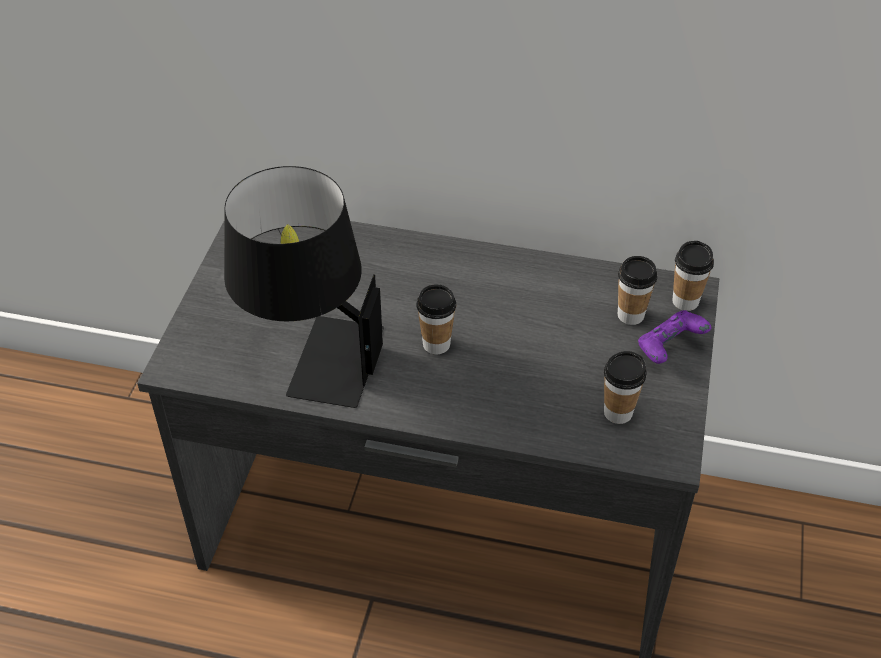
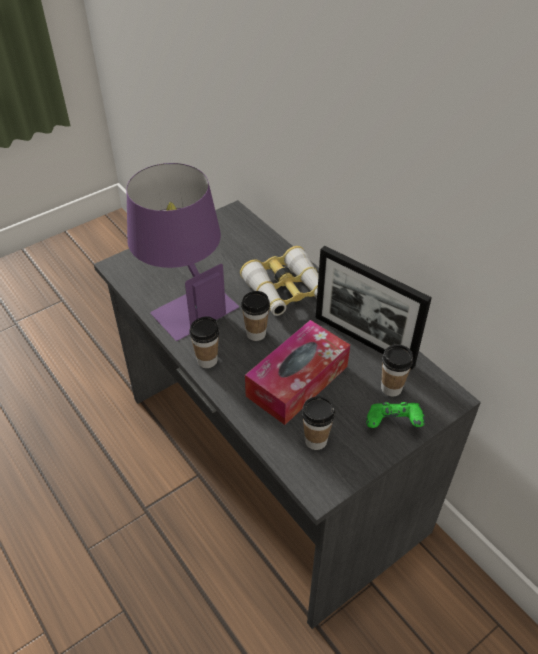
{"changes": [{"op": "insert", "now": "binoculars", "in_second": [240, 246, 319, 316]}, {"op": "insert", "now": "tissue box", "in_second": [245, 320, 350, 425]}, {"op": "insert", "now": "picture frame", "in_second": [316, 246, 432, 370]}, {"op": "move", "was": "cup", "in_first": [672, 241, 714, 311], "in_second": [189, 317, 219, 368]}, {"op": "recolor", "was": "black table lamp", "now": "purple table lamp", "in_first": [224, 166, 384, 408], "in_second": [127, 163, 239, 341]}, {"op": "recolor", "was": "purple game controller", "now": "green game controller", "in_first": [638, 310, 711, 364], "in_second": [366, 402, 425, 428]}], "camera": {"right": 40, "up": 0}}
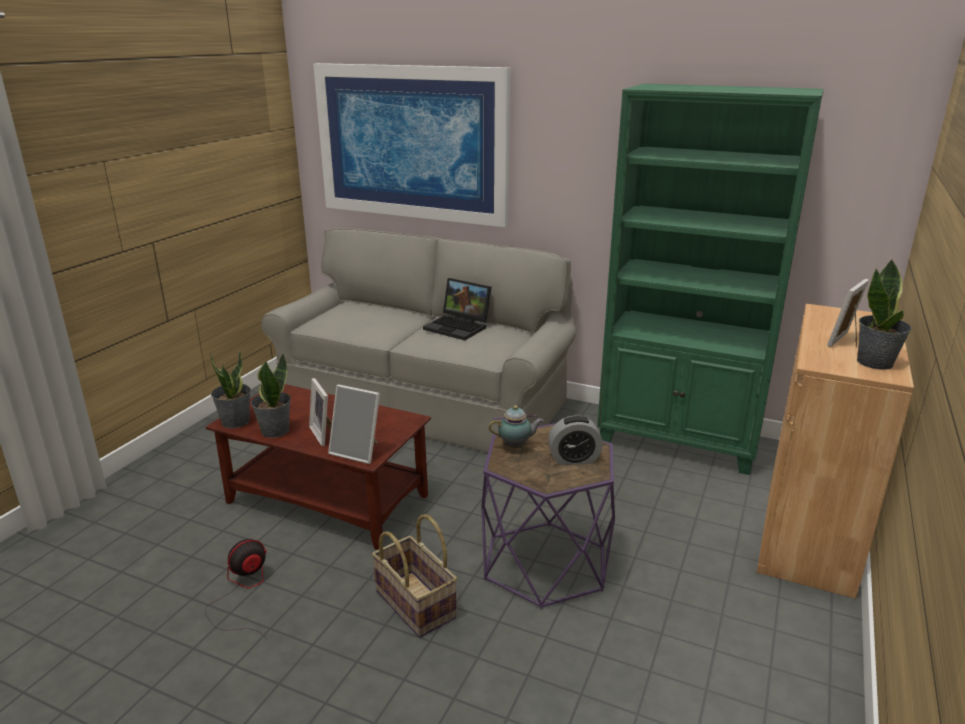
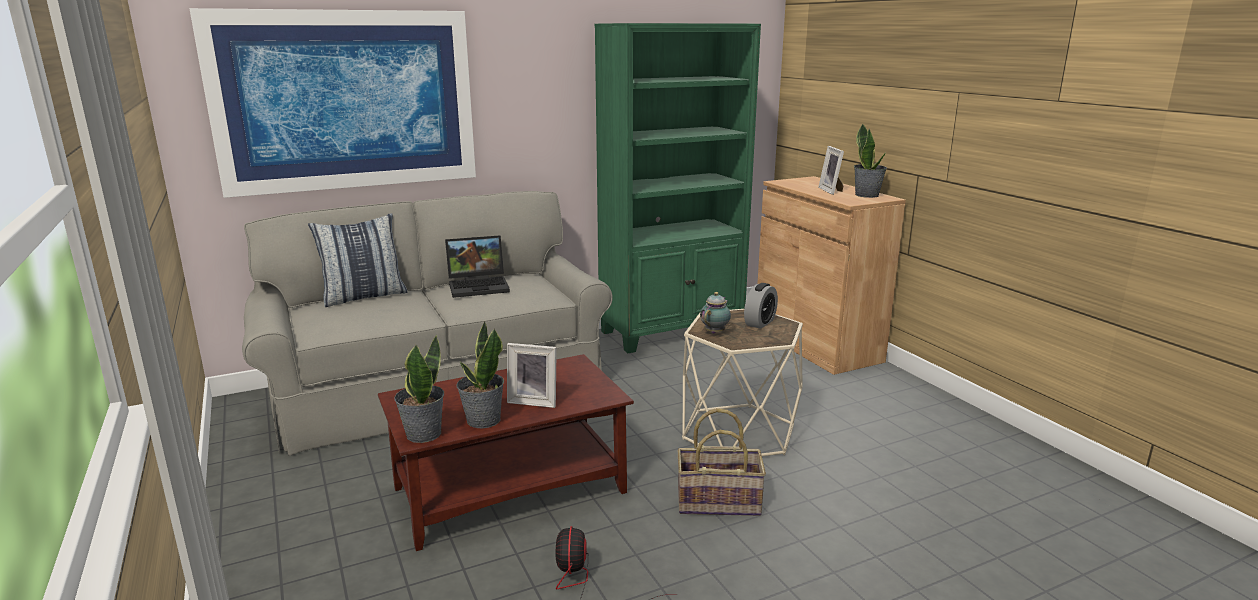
{"changes": [{"op": "delete", "was": "picture frame", "in_first": [328, 384, 380, 464]}, {"op": "insert", "now": "pillow", "in_second": [308, 213, 407, 307]}, {"op": "recolor", "was": "purple side table", "now": "beige side table", "in_first": [481, 423, 615, 609], "in_second": [682, 309, 803, 456]}], "camera": {"right": -50, "up": -5}}
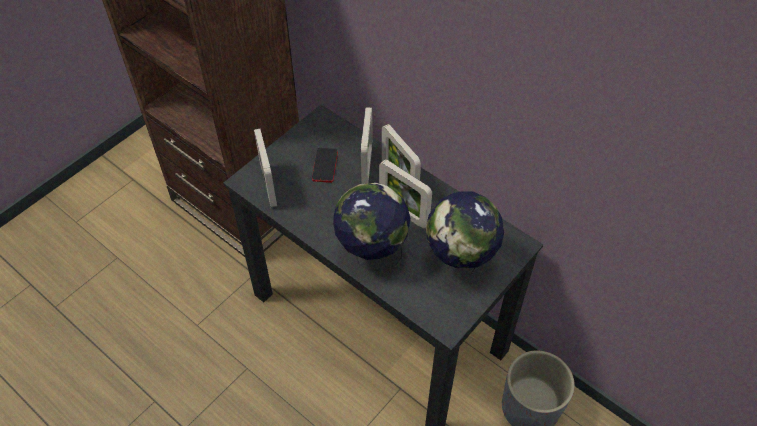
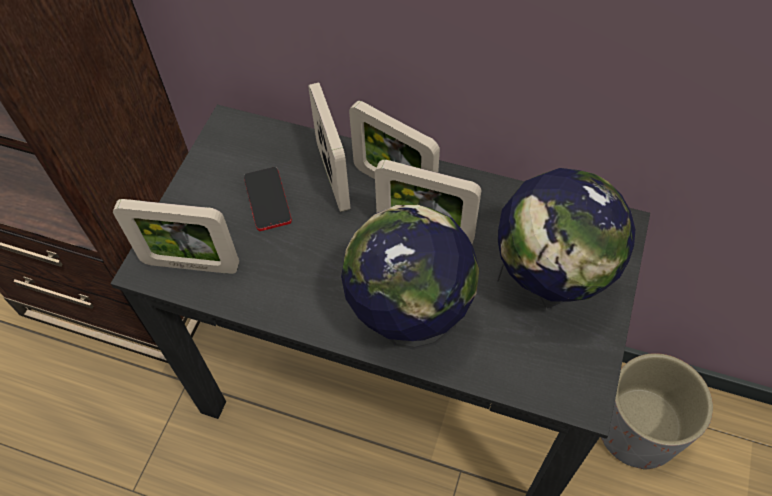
{"changes": [{"op": "rotate", "was": "picture frame", "in_first": [254, 129, 277, 207], "in_second": [113, 199, 239, 274], "clockwise": 135}], "camera": {"right": -20, "up": 5}}
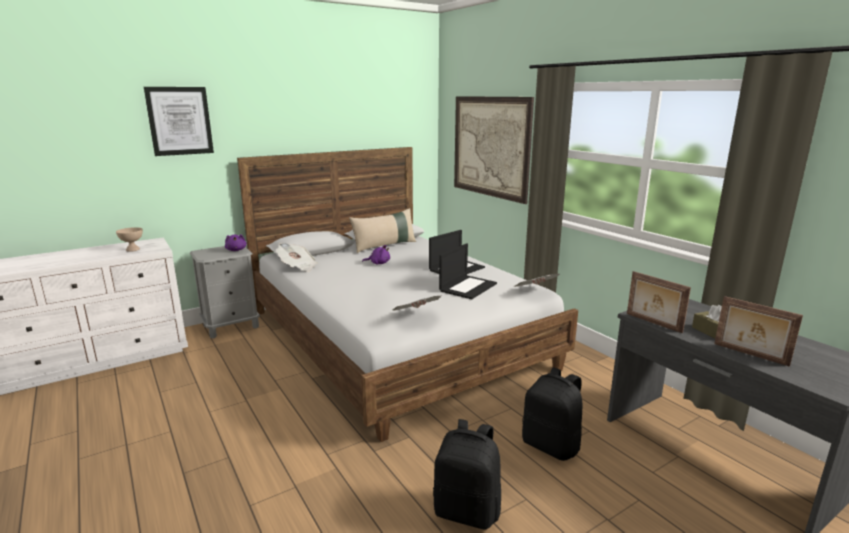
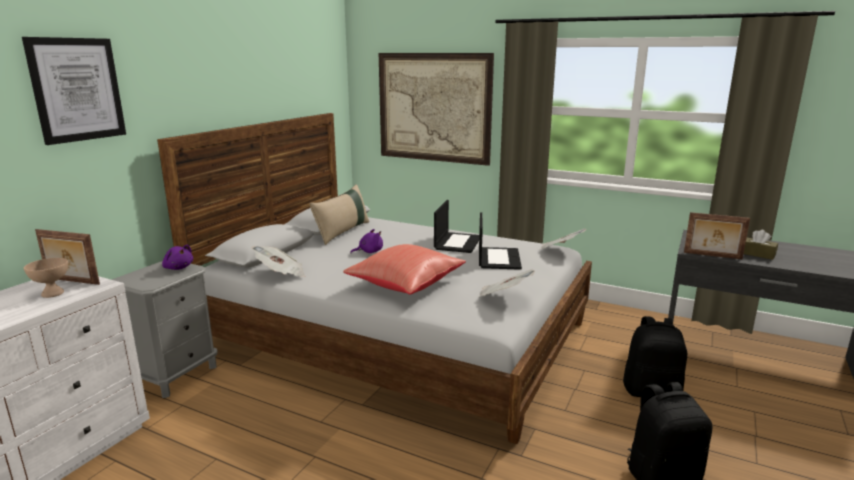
{"changes": [{"op": "insert", "now": "red pillow", "in_second": [343, 244, 466, 295]}, {"op": "move", "was": "picture frame", "in_first": [714, 296, 803, 367], "in_second": [35, 229, 100, 285]}], "camera": {"right": -30, "up": 0}}
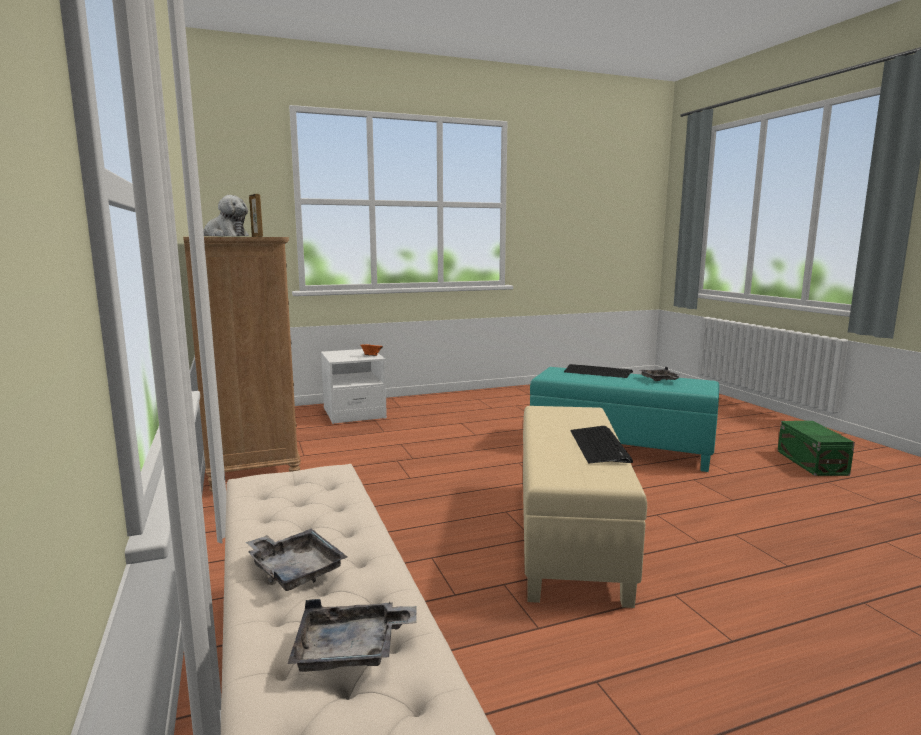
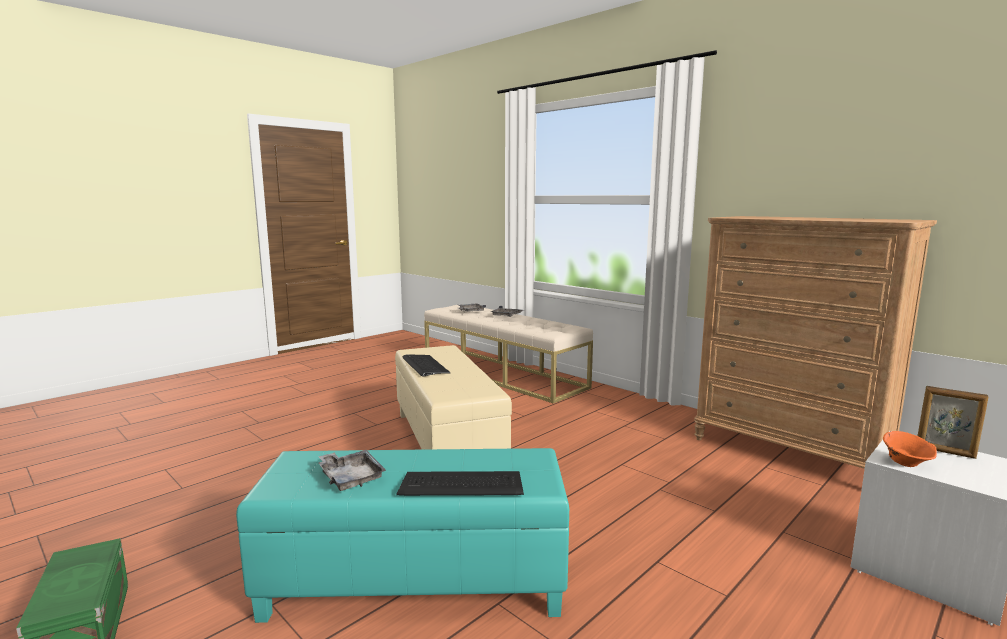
{"changes": [{"op": "delete", "was": "plush toy", "in_first": [203, 195, 249, 237]}, {"op": "move", "was": "picture frame", "in_first": [249, 194, 263, 237], "in_second": [918, 386, 988, 459]}], "camera": {"right": 155, "up": 0}}
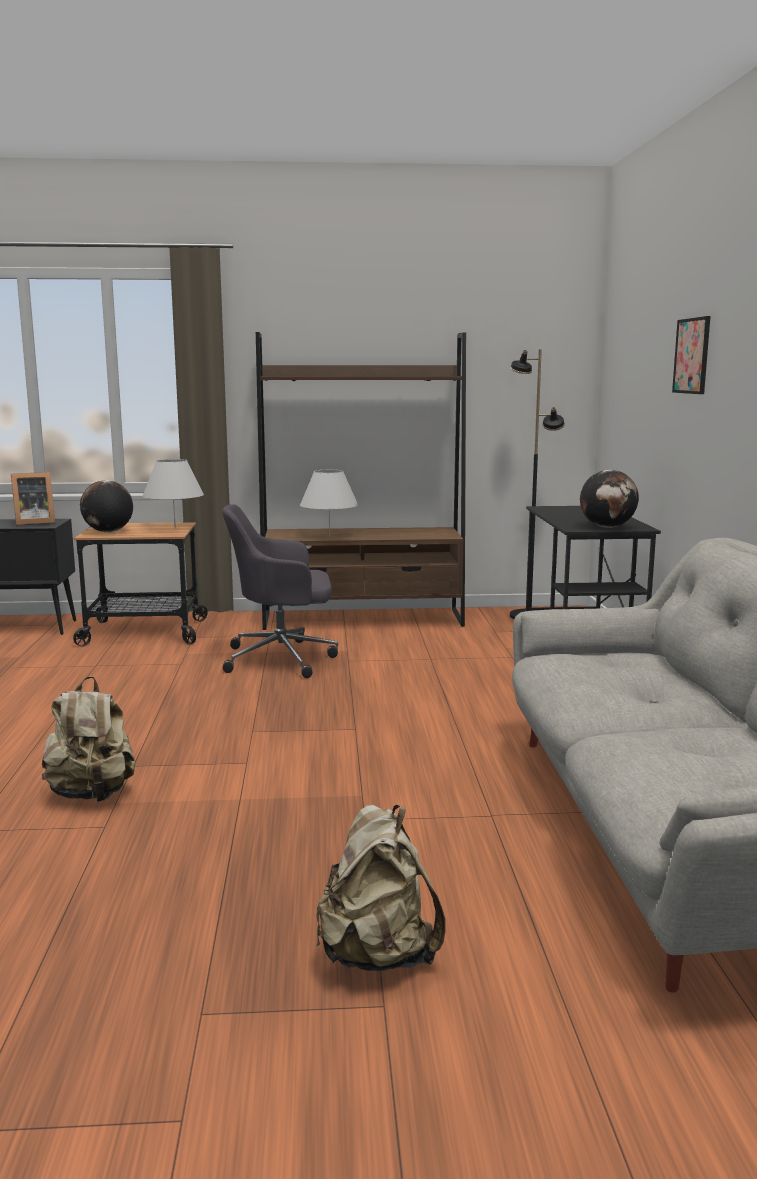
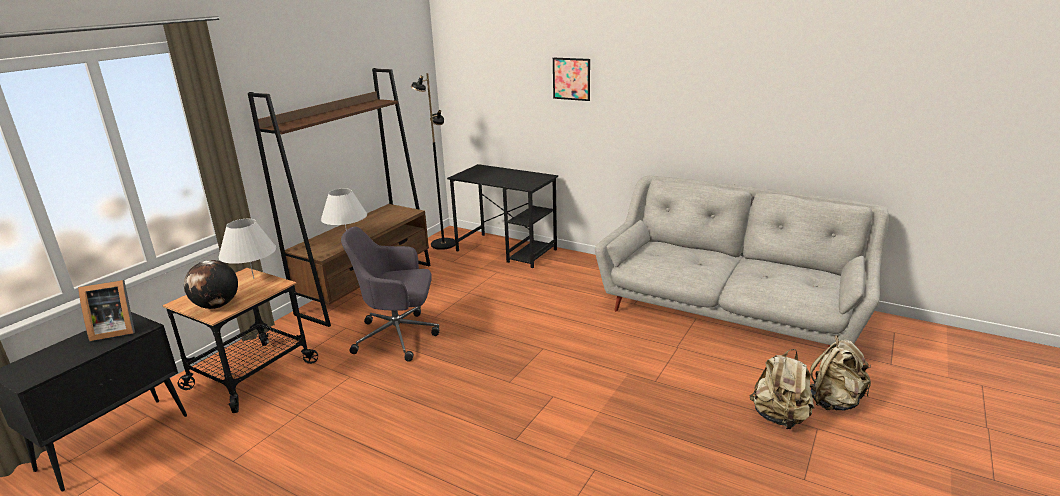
{"changes": [{"op": "delete", "was": "globe", "in_first": [580, 470, 639, 528]}, {"op": "move", "was": "beige backpack", "in_first": [42, 676, 135, 802], "in_second": [810, 335, 871, 410]}, {"op": "rotate", "was": "picture frame", "in_first": [11, 472, 55, 526], "in_second": [78, 280, 135, 341], "clockwise": 60}, {"op": "rotate", "was": "grey office chair", "in_first": [222, 504, 338, 678], "in_second": [341, 227, 439, 362], "clockwise": 60}], "camera": {"right": -55, "up": 10}}
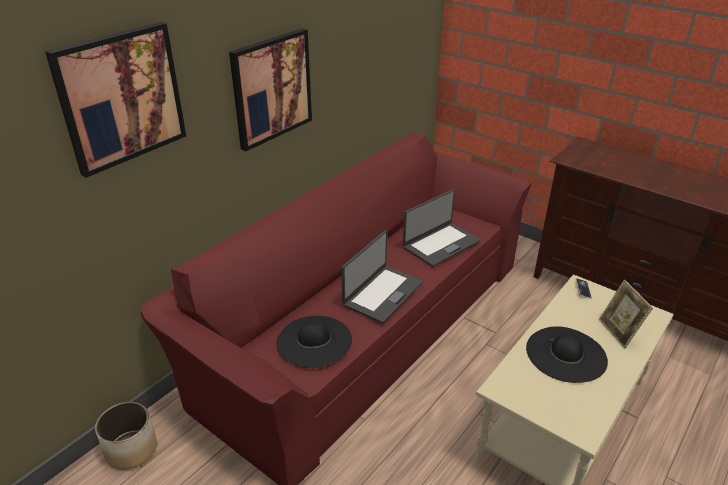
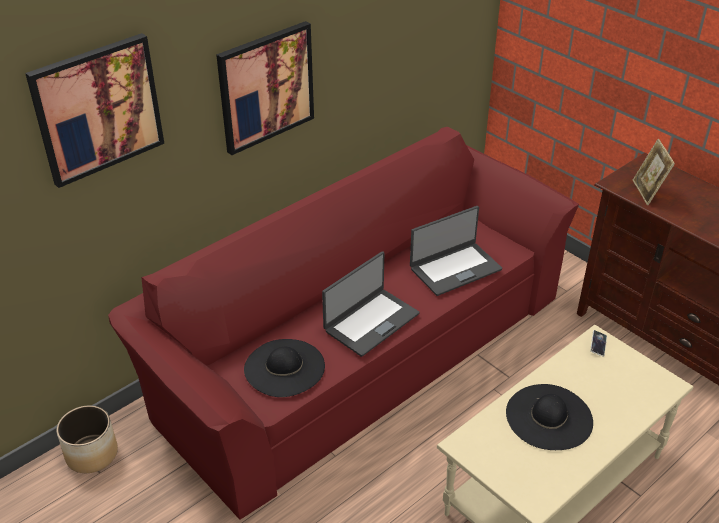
{"changes": [{"op": "move", "was": "picture frame", "in_first": [599, 280, 653, 349], "in_second": [633, 139, 675, 205]}], "camera": {"right": 10, "up": 5}}
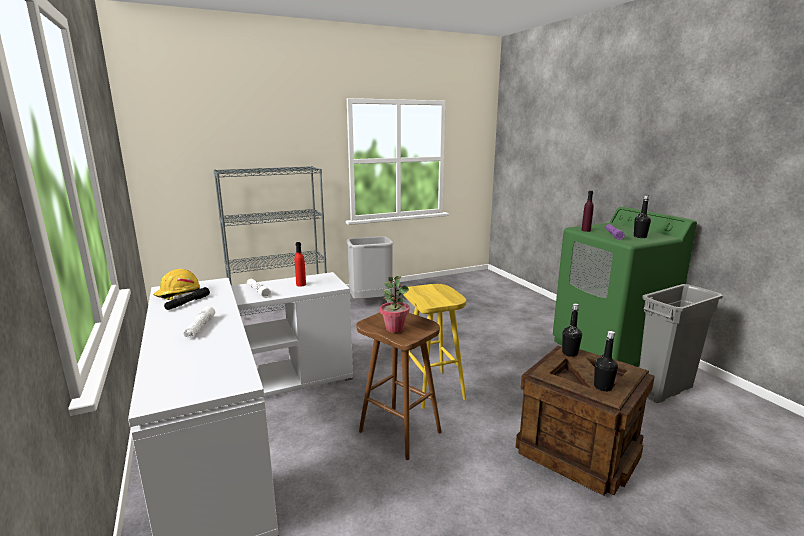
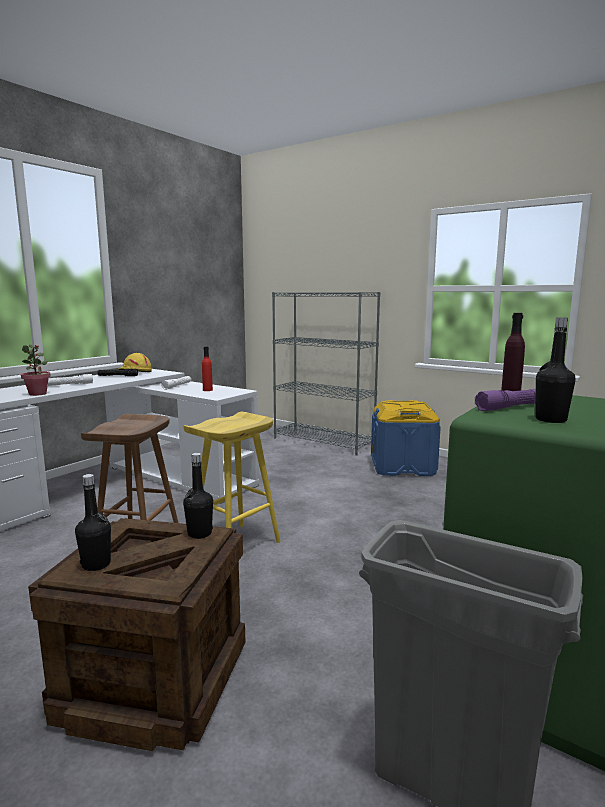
{"changes": [{"op": "move", "was": "potted plant", "in_first": [380, 276, 409, 333], "in_second": [21, 344, 51, 396]}, {"op": "replace", "was": "grey trash can", "now": "blue storage box", "in_first": [346, 236, 394, 299], "in_second": [371, 400, 441, 476]}], "camera": {"right": 60, "up": -5}}
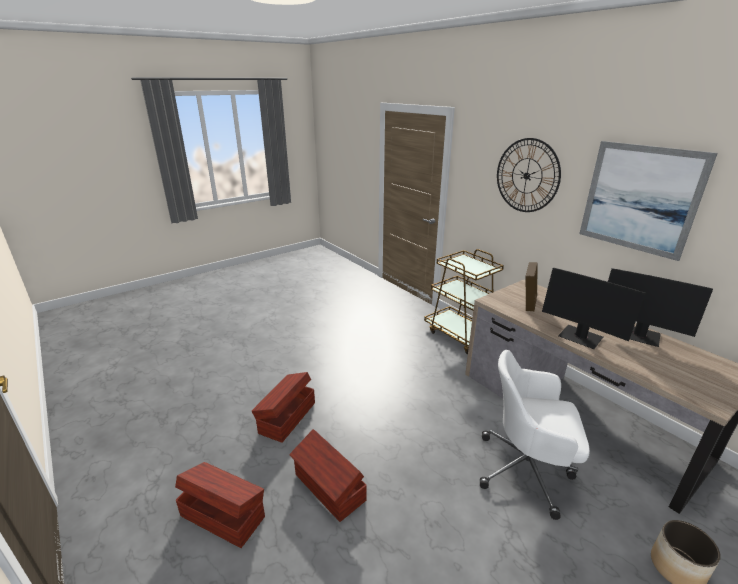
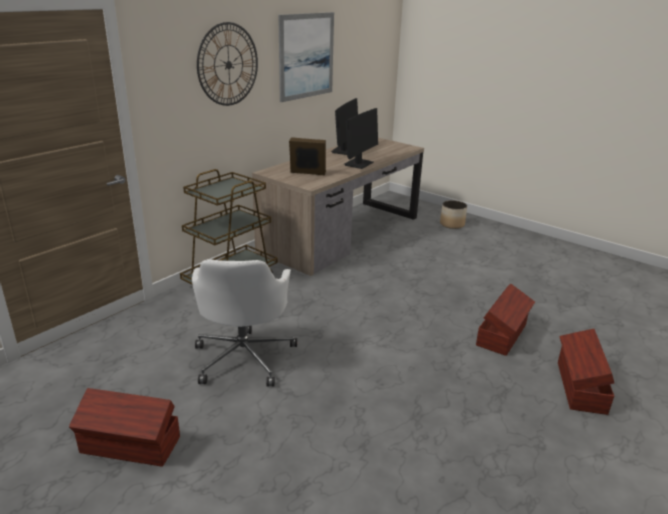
{"changes": [{"op": "move", "was": "brown storage box", "in_first": [252, 372, 315, 443], "in_second": [69, 388, 180, 467]}, {"op": "move", "was": "white office chair", "in_first": [480, 350, 590, 520], "in_second": [192, 259, 297, 387]}], "camera": {"right": -105, "up": 0}}
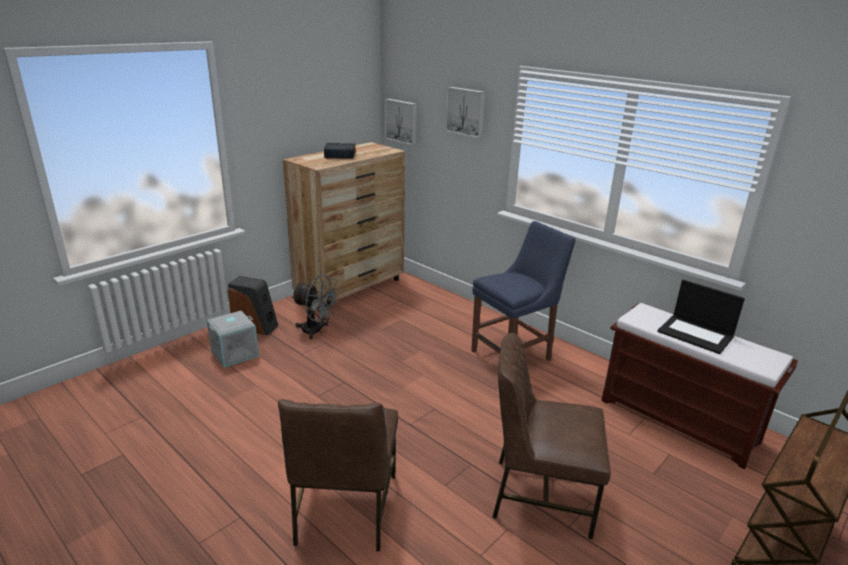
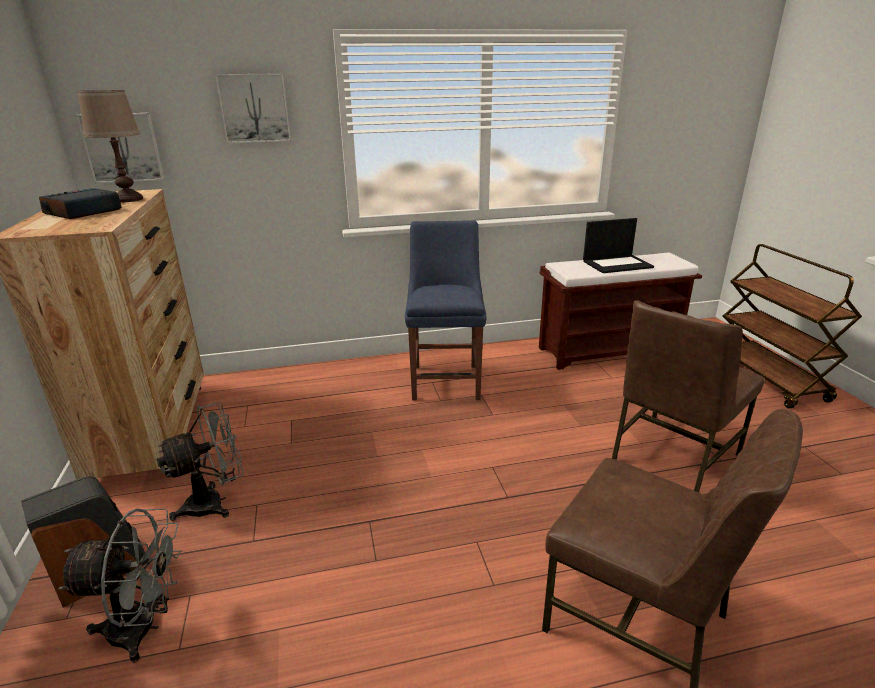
{"changes": [{"op": "insert", "now": "brown table lamp", "in_second": [78, 90, 143, 202]}, {"op": "replace", "was": "grey storage box", "now": "grey fan", "in_first": [207, 311, 259, 368], "in_second": [58, 509, 181, 663]}], "camera": {"right": -55, "up": 0}}
